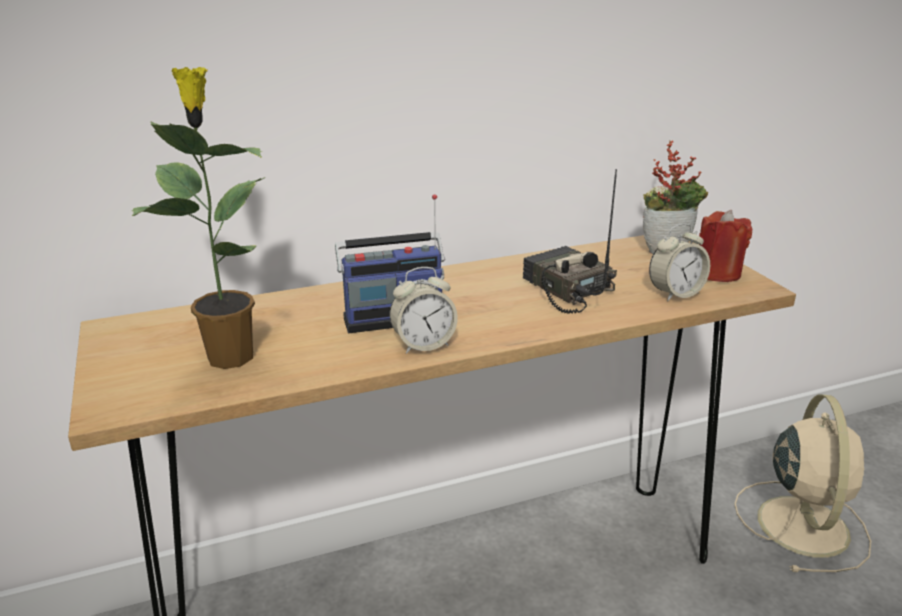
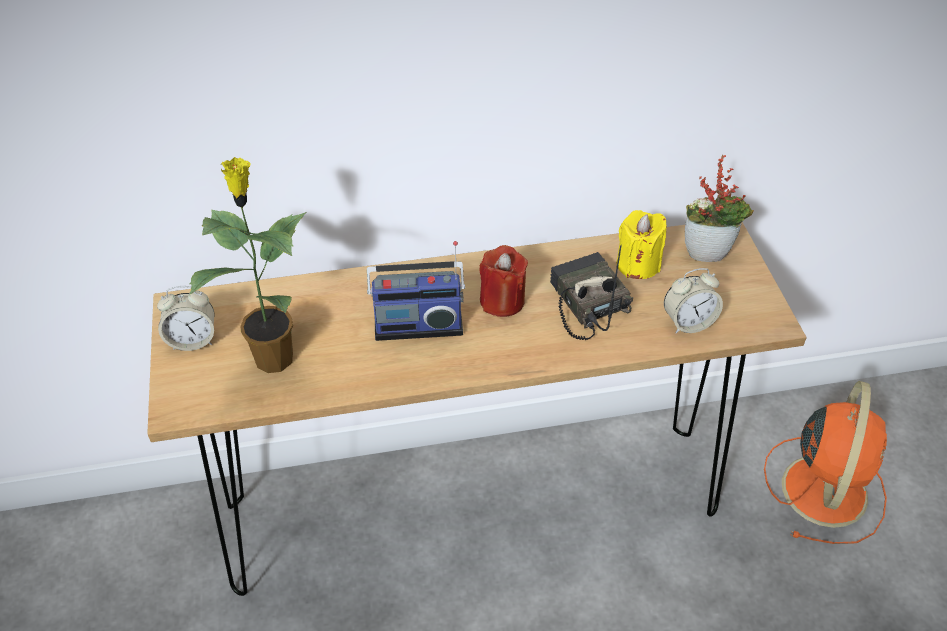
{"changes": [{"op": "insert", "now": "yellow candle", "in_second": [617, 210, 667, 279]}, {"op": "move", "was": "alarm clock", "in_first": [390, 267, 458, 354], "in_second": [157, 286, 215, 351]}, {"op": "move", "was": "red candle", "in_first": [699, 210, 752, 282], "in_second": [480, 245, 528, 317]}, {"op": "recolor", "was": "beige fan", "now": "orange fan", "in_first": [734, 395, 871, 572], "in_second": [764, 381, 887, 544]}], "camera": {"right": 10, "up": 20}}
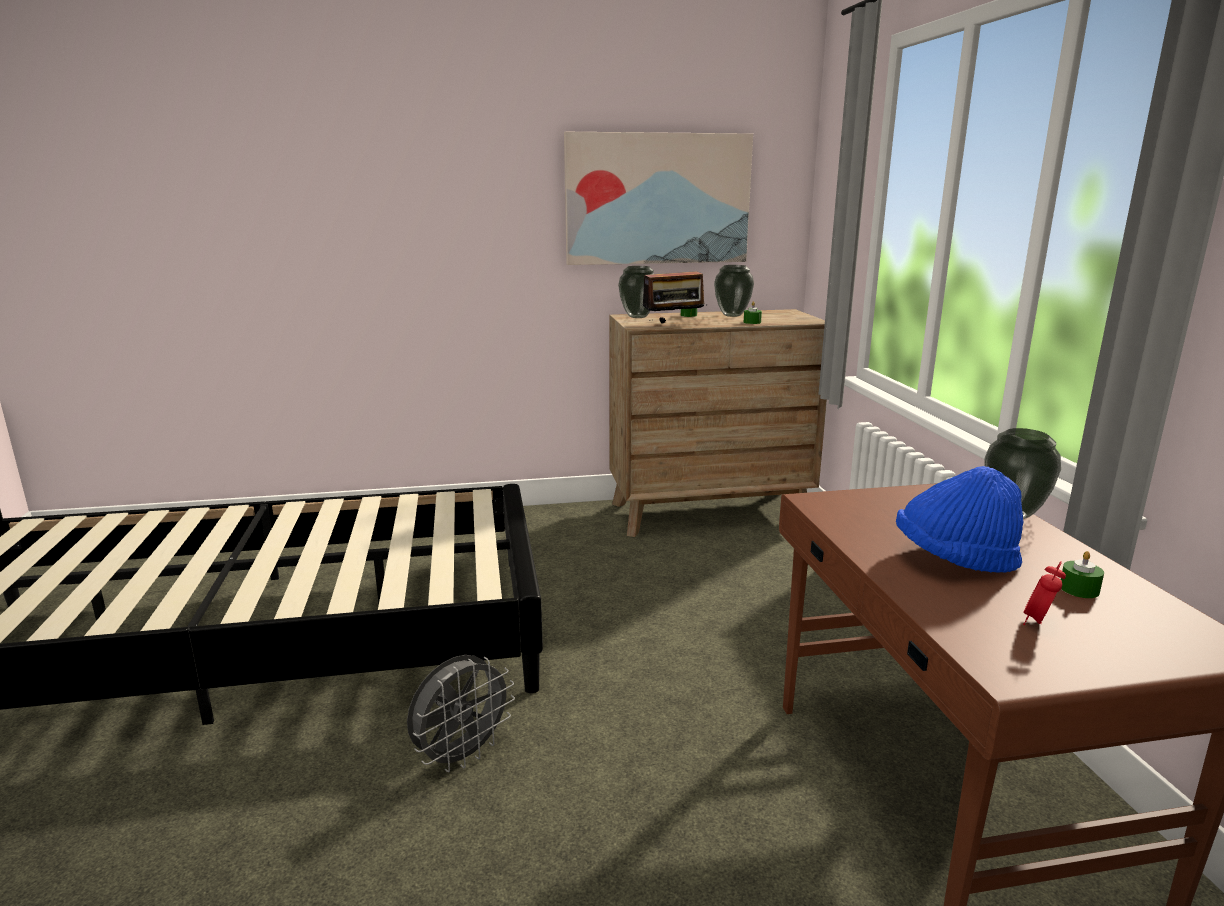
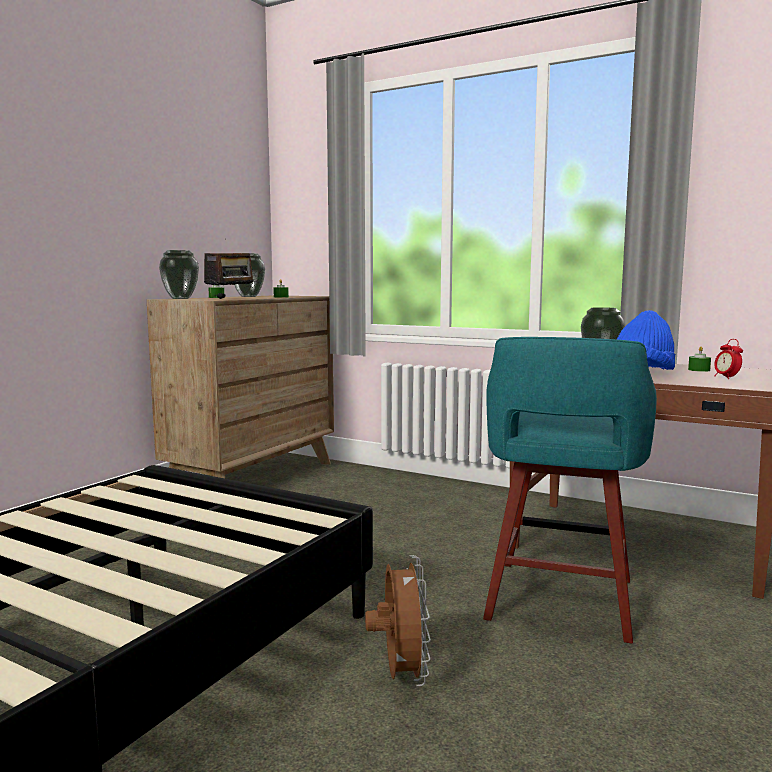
{"changes": [{"op": "delete", "was": "picture", "in_first": [564, 132, 753, 265]}, {"op": "insert", "now": "turquoise stool", "in_second": [483, 337, 657, 644]}, {"op": "recolor", "was": "grey fan", "now": "brown fan", "in_first": [407, 655, 515, 772], "in_second": [365, 555, 431, 686]}], "camera": {"right": -50, "up": -10}}
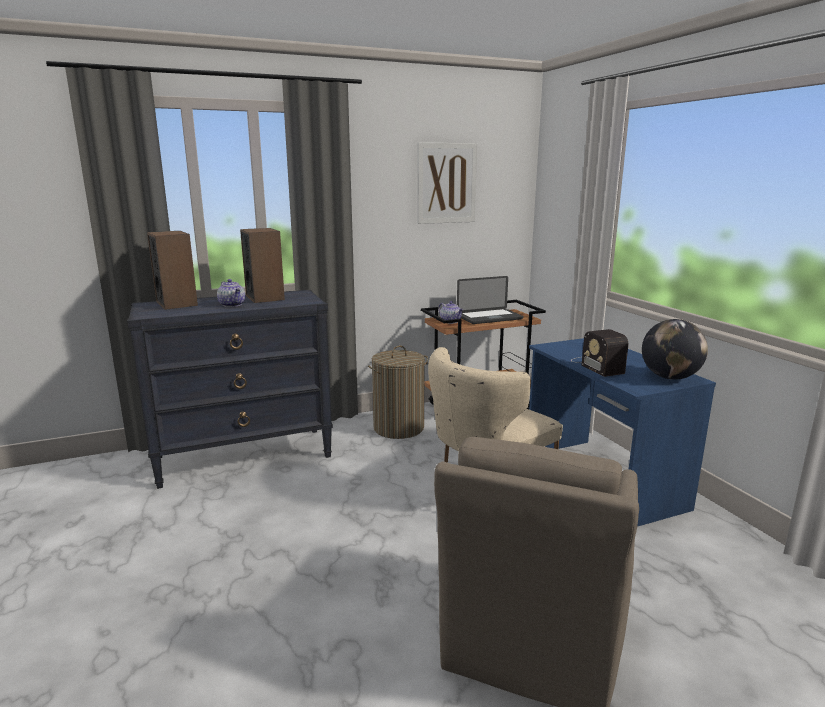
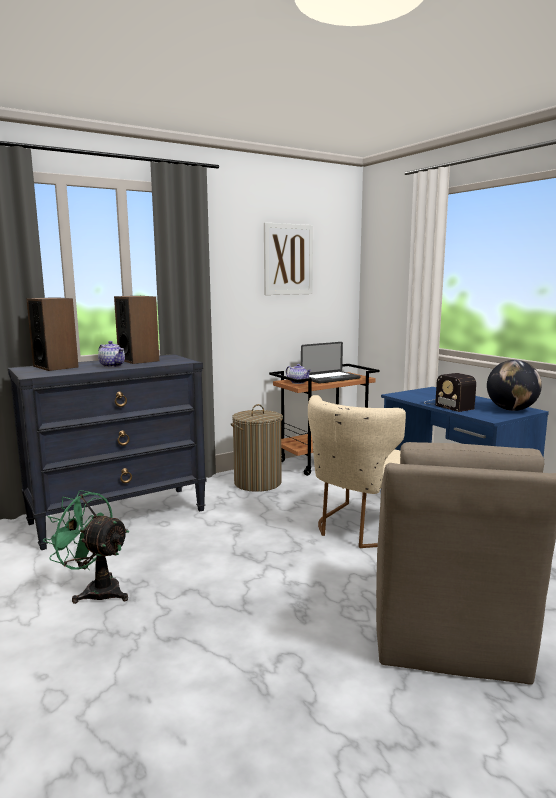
{"changes": [{"op": "insert", "now": "green fan", "in_second": [43, 490, 129, 604]}], "camera": {"right": -10, "up": -5}}
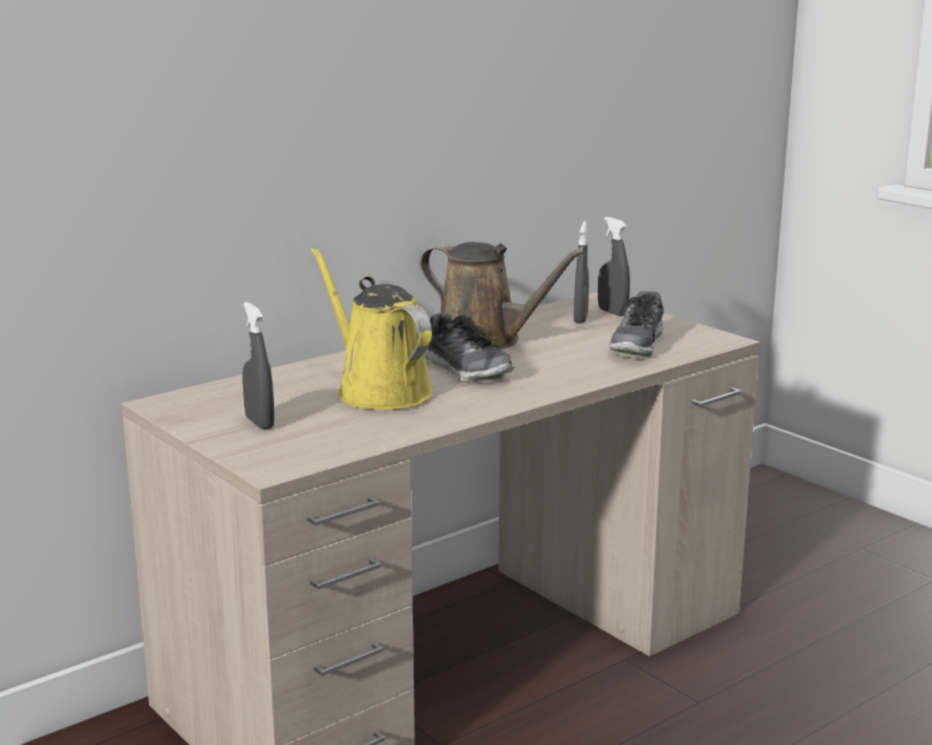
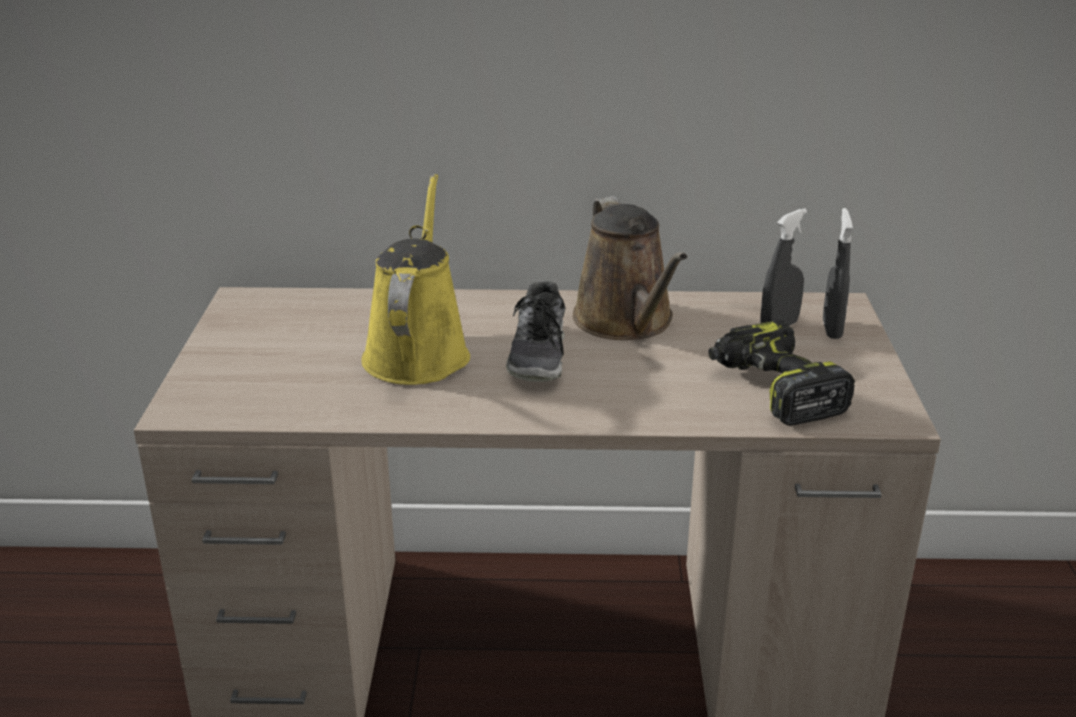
{"changes": [{"op": "delete", "was": "grey spray bottle", "in_first": [242, 302, 274, 430]}, {"op": "replace", "was": "shoe", "now": "power drill", "in_first": [609, 291, 664, 358], "in_second": [708, 320, 855, 426]}], "camera": {"right": 40, "up": 10}}
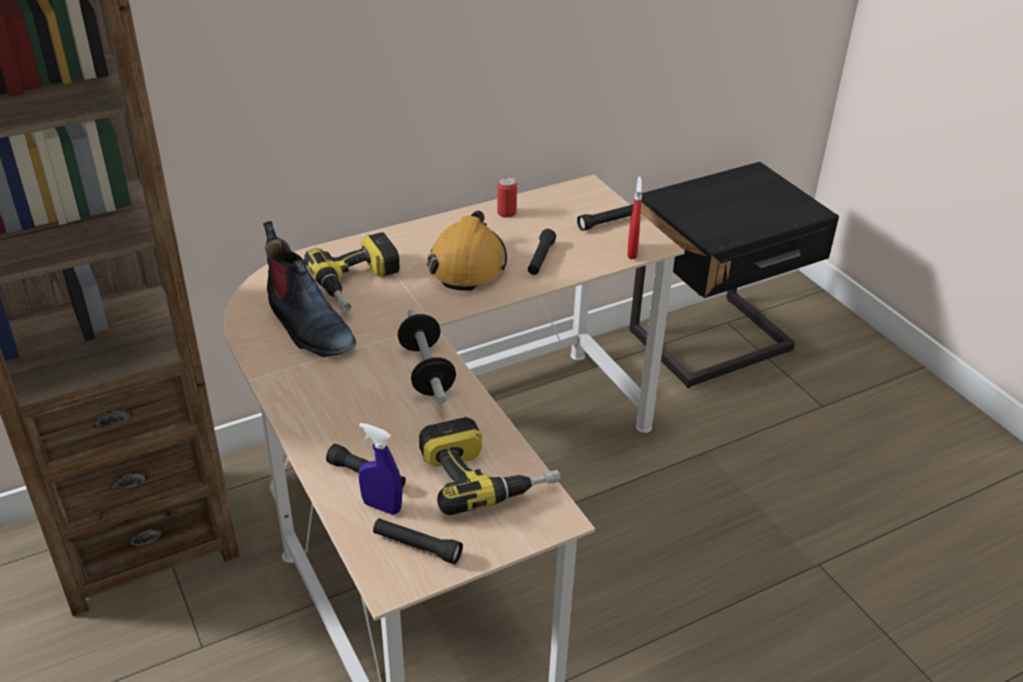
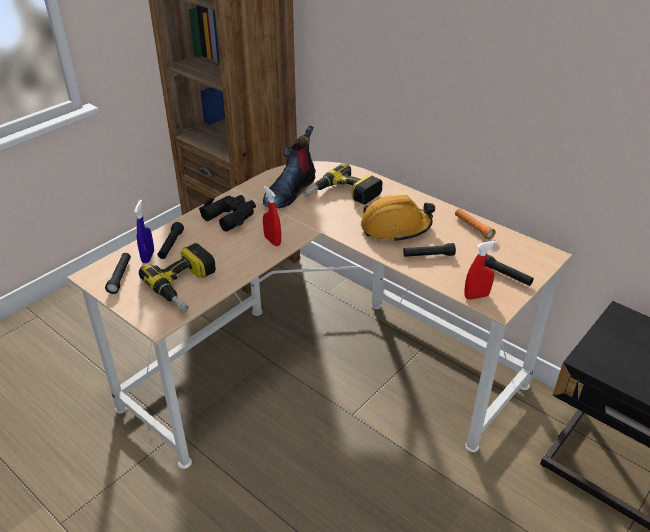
{"changes": [{"op": "insert", "now": "black binoculars", "in_second": [199, 195, 256, 232]}, {"op": "replace", "was": "dumbbell", "now": "red spray bottle", "in_first": [398, 309, 456, 404], "in_second": [263, 186, 281, 246]}, {"op": "replace", "was": "can", "now": "orange flashlight", "in_first": [497, 177, 517, 218], "in_second": [455, 209, 496, 240]}], "camera": {"right": 70, "up": 0}}
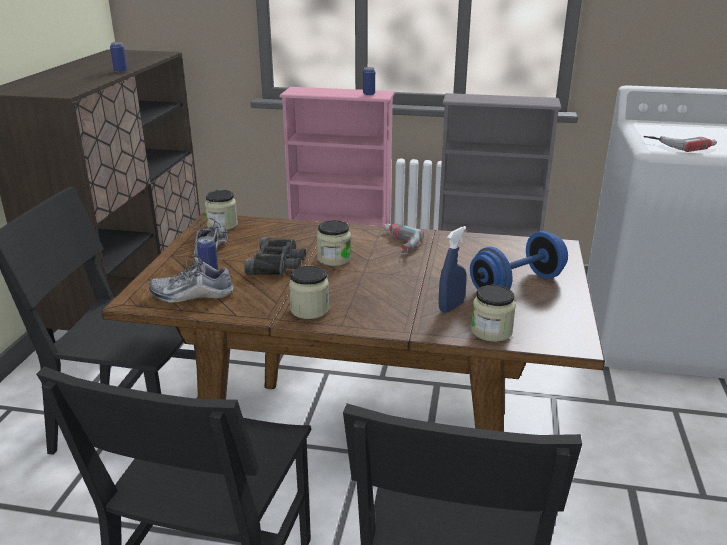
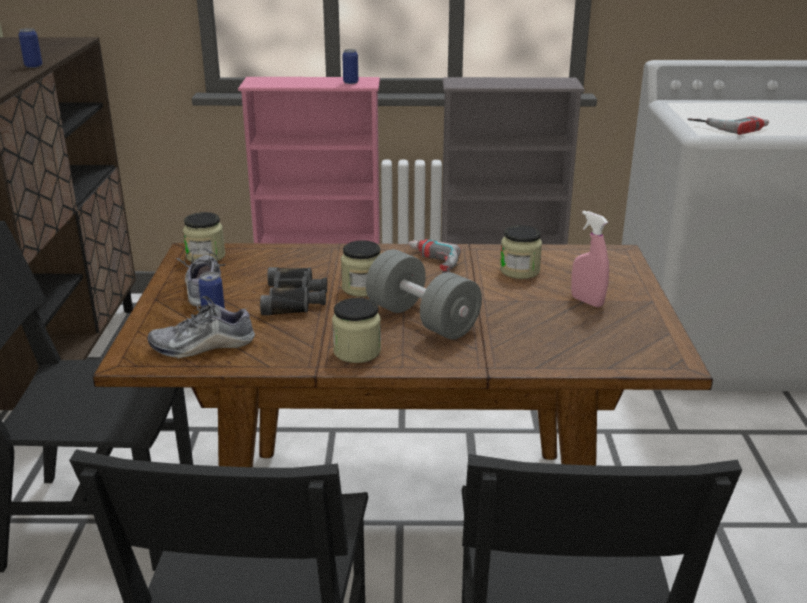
{"changes": [{"op": "delete", "was": "blue spray bottle", "in_first": [438, 226, 467, 313]}, {"op": "insert", "now": "grey dumbbell", "in_second": [366, 249, 482, 340]}, {"op": "move", "was": "jar", "in_first": [471, 285, 516, 342], "in_second": [500, 225, 542, 279]}, {"op": "replace", "was": "blue dumbbell", "now": "pink spray bottle", "in_first": [470, 231, 568, 289], "in_second": [571, 211, 609, 307]}], "camera": {"right": -10, "up": 0}}
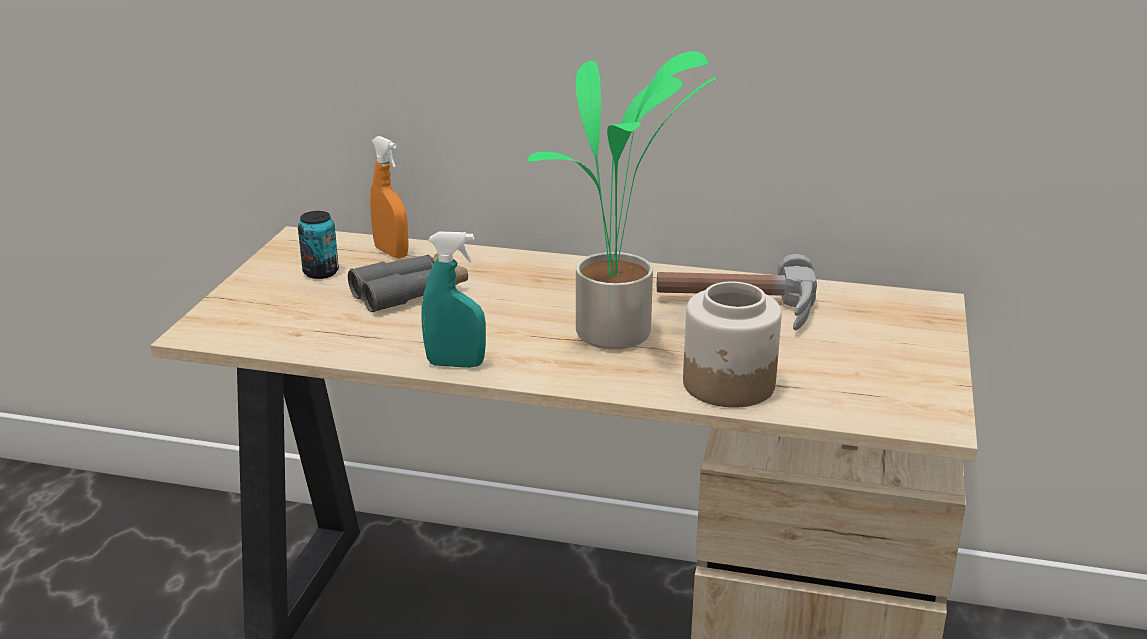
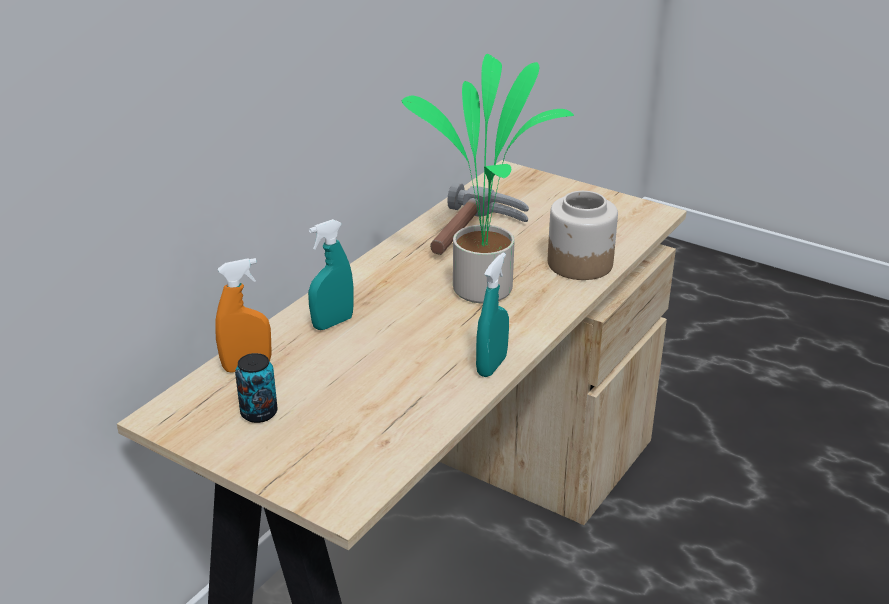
{"changes": [{"op": "delete", "was": "grey binoculars", "in_first": [348, 254, 468, 313]}, {"op": "insert", "now": "turquoise spray bottle", "in_second": [308, 219, 354, 330]}], "camera": {"right": -70, "up": 5}}
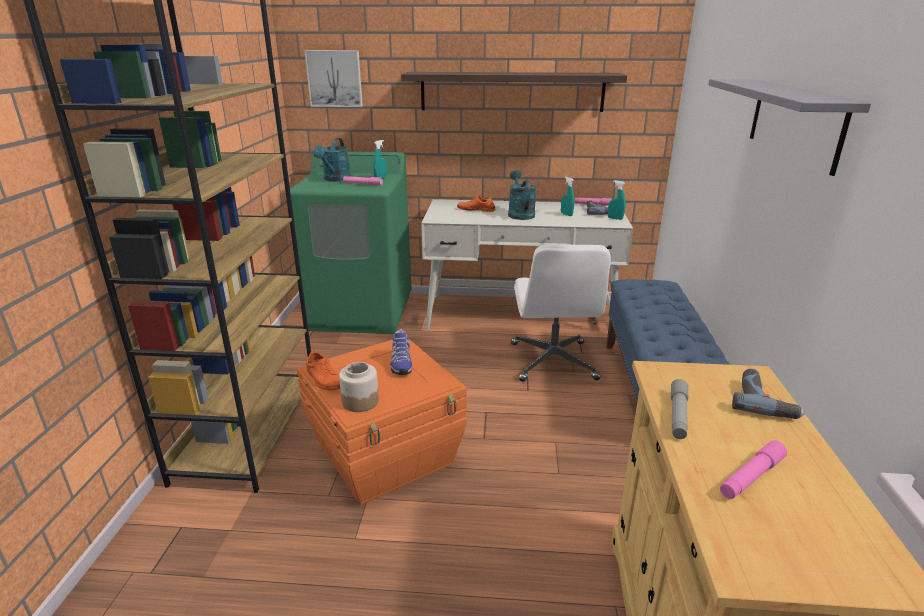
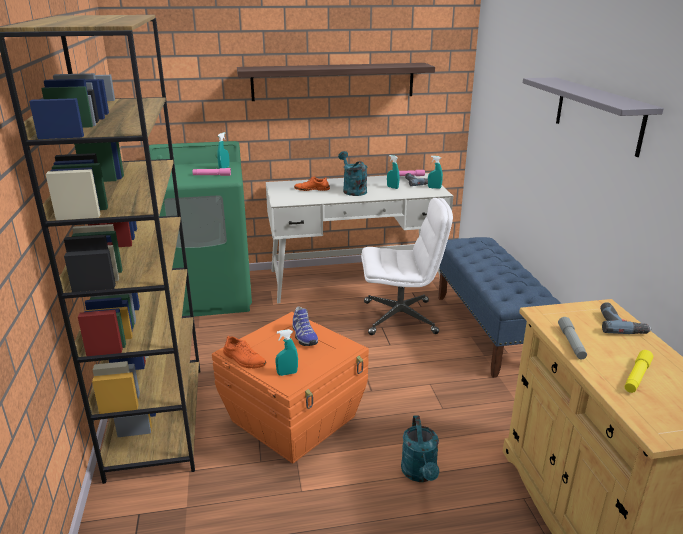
{"changes": [{"op": "delete", "was": "picture", "in_first": [304, 50, 363, 107]}, {"op": "move", "was": "turquoise watering can", "in_first": [313, 138, 351, 182], "in_second": [401, 415, 439, 482]}, {"op": "replace", "was": "jar", "now": "turquoise spray bottle", "in_first": [339, 362, 379, 412], "in_second": [275, 329, 298, 376]}, {"op": "recolor", "was": "pink flashlight", "now": "yellow flashlight", "in_first": [720, 440, 787, 499], "in_second": [625, 350, 653, 393]}, {"op": "rotate", "was": "white office chair", "in_first": [511, 245, 611, 382], "in_second": [361, 198, 453, 335], "clockwise": -75}], "camera": {"right": -15, "up": 0}}
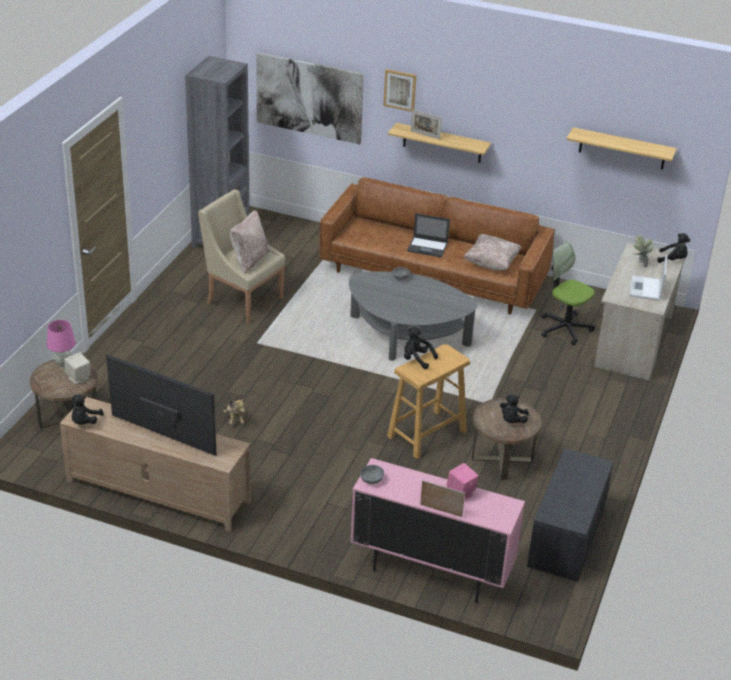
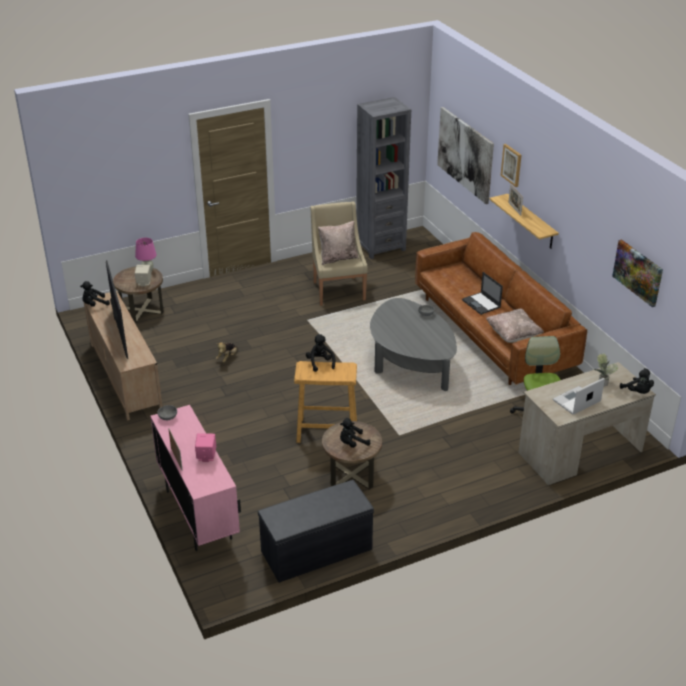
{"changes": [{"op": "replace", "was": "shelf", "now": "picture", "in_first": [566, 127, 677, 169], "in_second": [612, 240, 663, 307]}], "camera": {"right": 45, "up": 0}}
